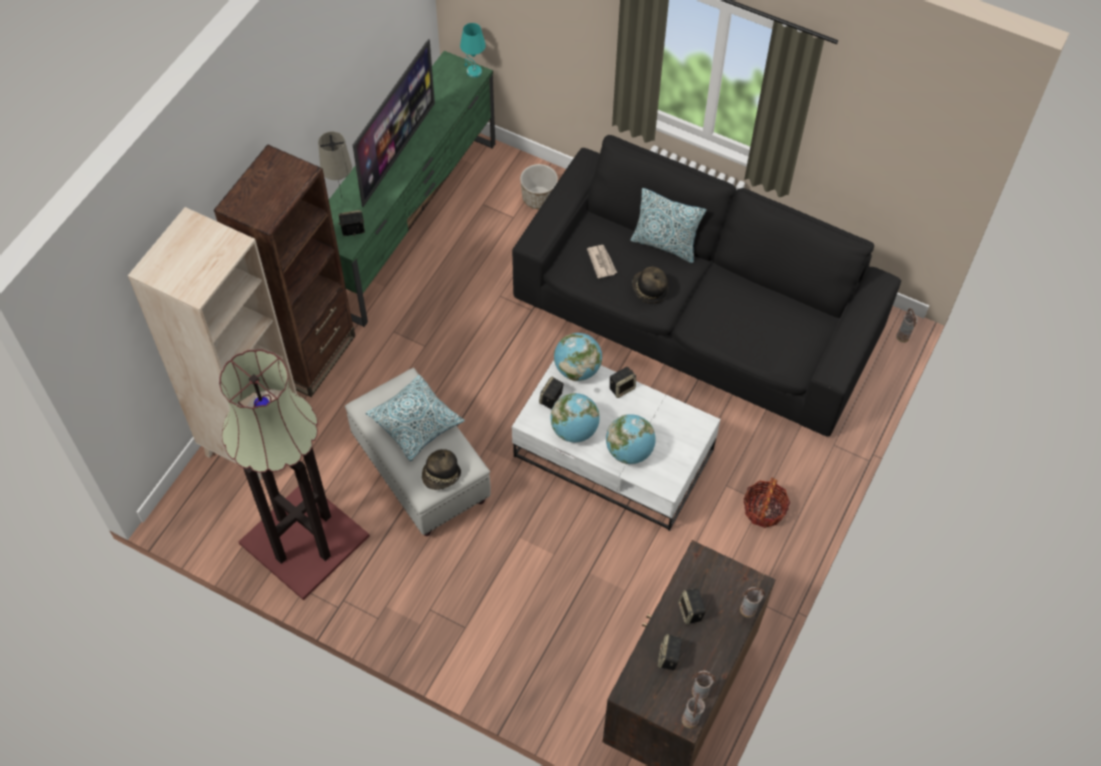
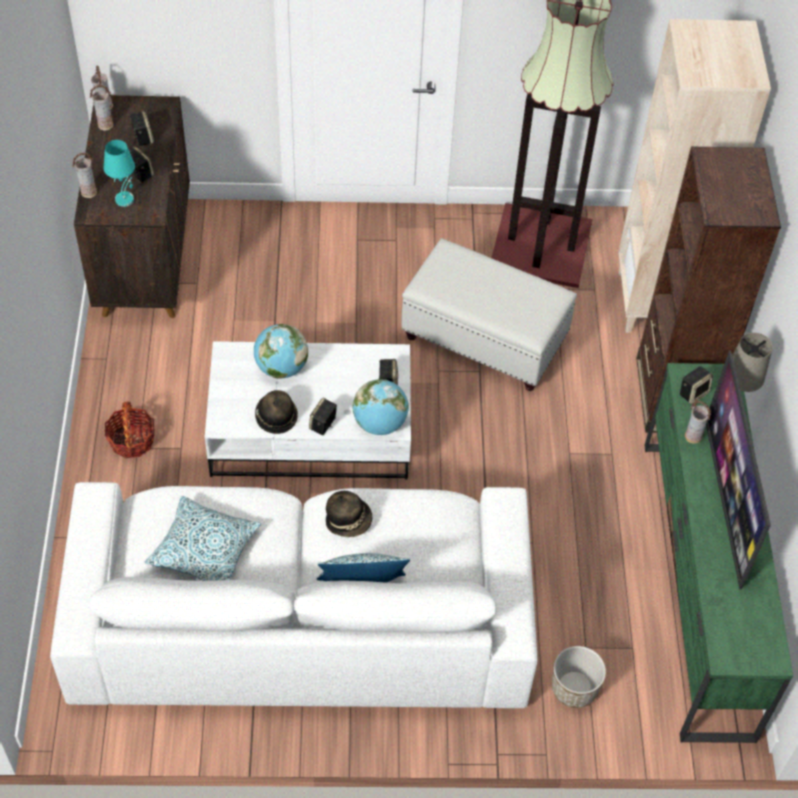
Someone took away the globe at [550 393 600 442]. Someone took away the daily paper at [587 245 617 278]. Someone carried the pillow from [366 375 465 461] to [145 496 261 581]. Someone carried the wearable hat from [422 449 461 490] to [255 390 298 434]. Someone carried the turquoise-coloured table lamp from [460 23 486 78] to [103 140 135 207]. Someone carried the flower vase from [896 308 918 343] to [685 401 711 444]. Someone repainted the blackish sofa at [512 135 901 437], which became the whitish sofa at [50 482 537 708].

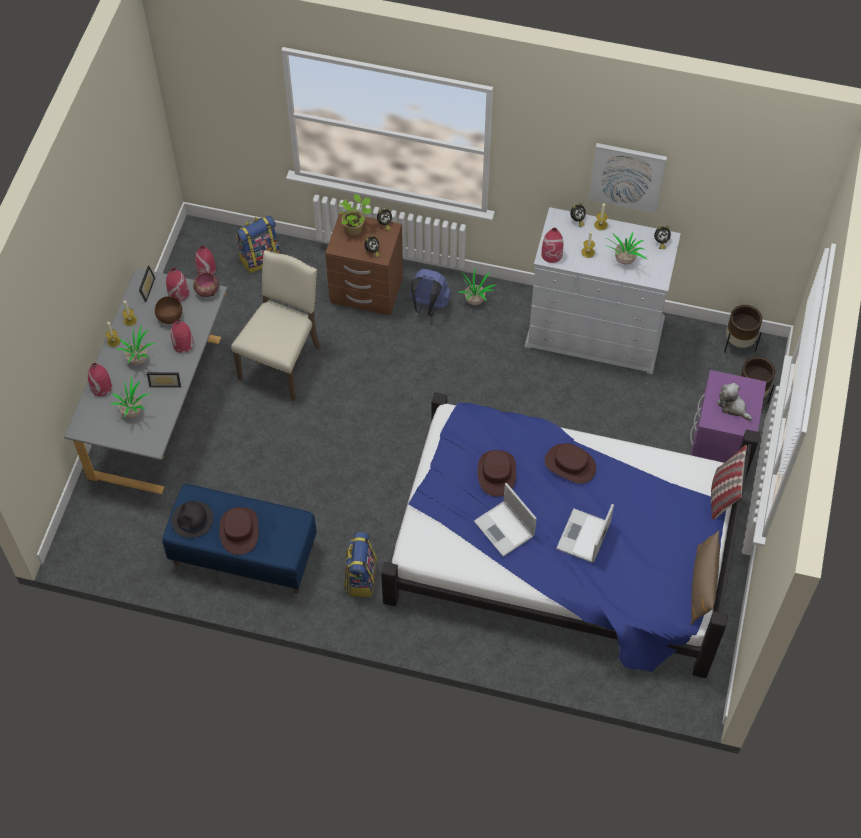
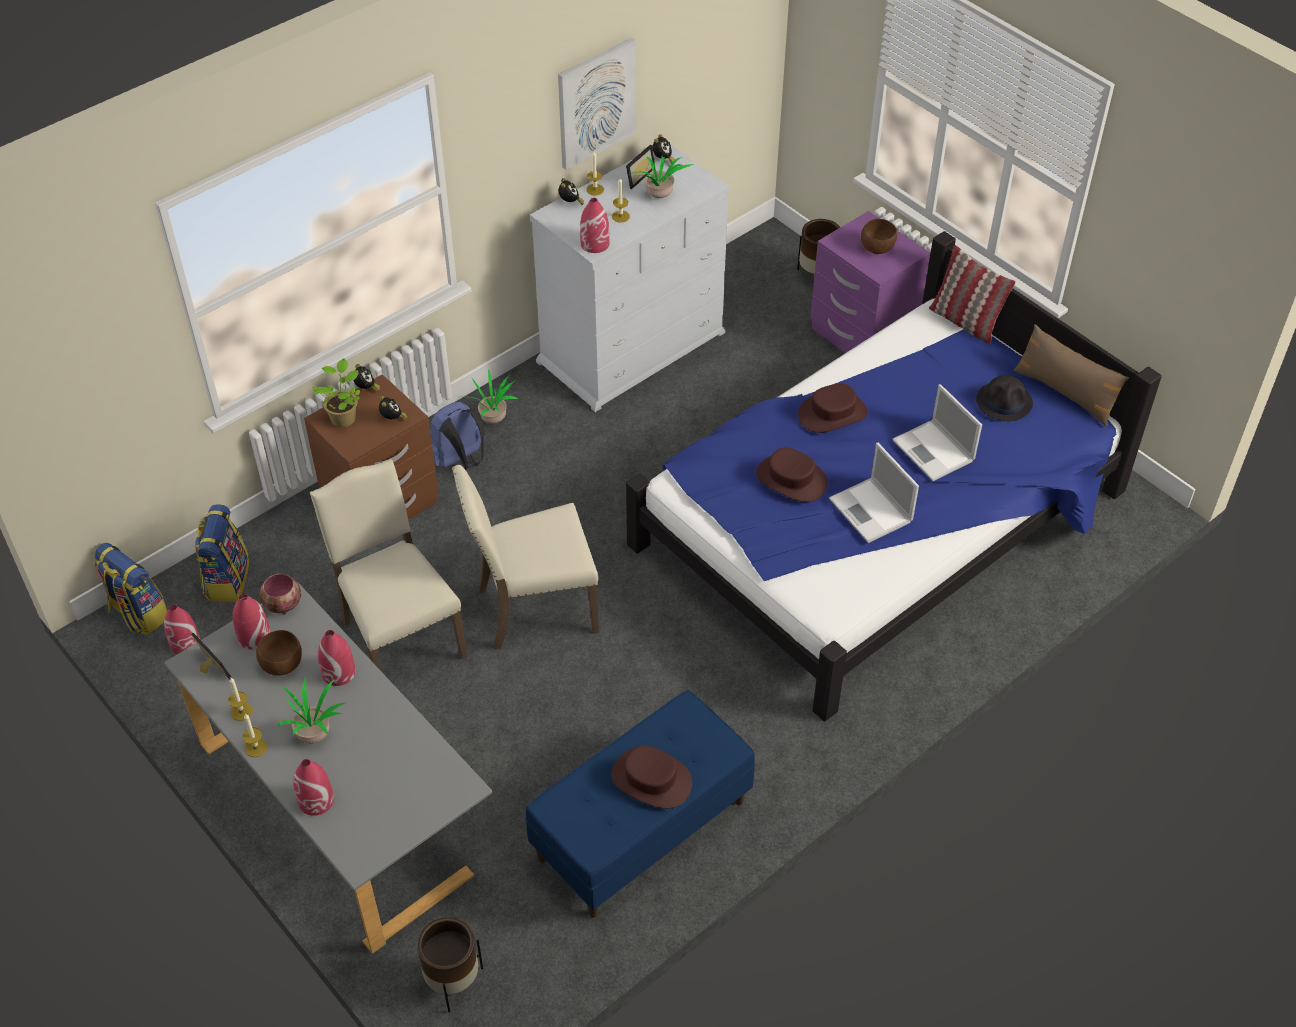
Someone took away the houseplant at [111 377 152 418]. Someone put down the beige-coloured chair at [452 465 599 650]. Someone carried the standing frame from [147 372 181 387] to [626 145 654 189]. Someone carried the blackish wearable hat from [171 501 214 538] to [976 375 1033 421]. Someone carried the backpack from [344 532 377 597] to [94 543 168 635]. Someone carried the brown plant pot from [724 305 762 353] to [417 917 483 1012]. Someone swapped the cuddly toy at [717 383 752 421] for the brown bowl at [861 219 897 254]. Someone rotated the notebook computer at [474 483 537 557] by 60 degrees clockwise.

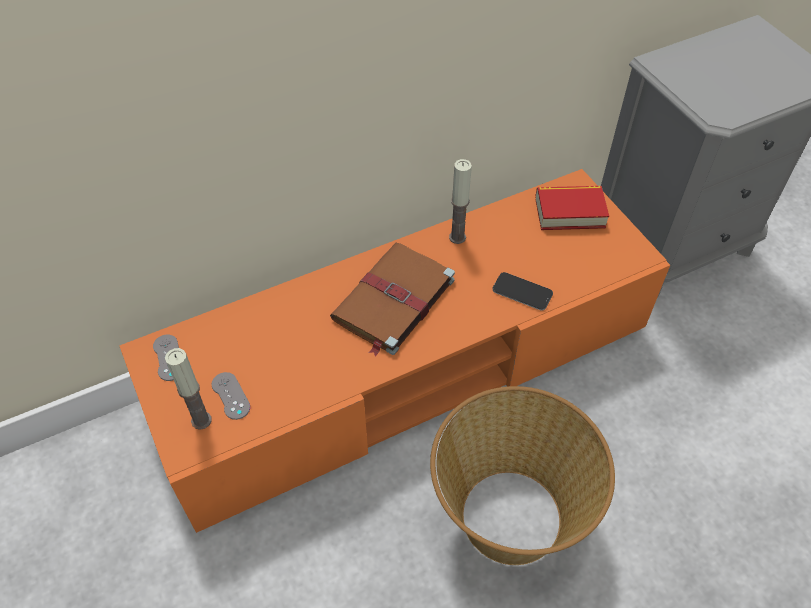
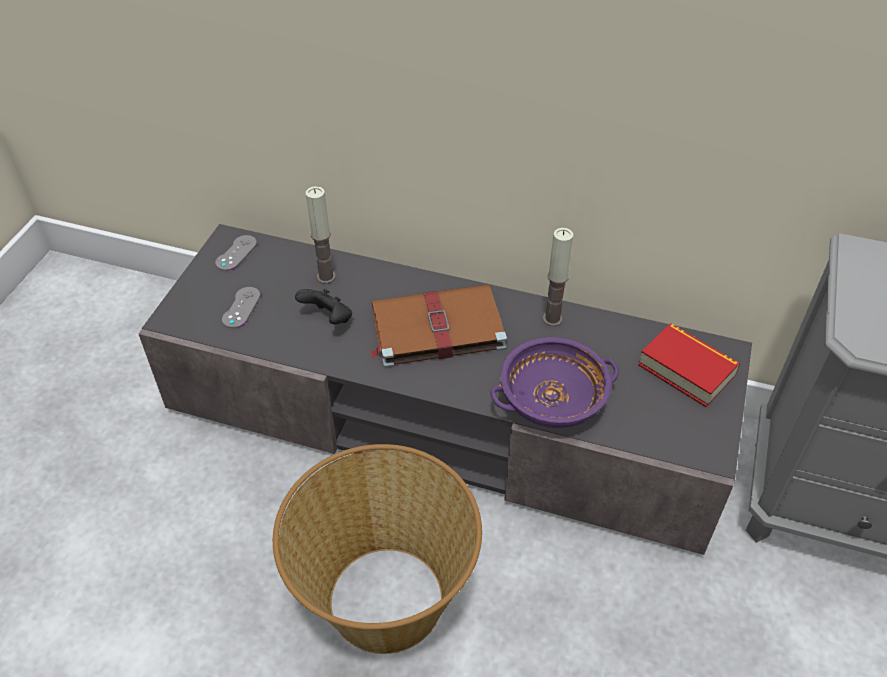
Someone put down the blackish game controller at [295 289 352 324]. Someone carried the wax light from [165 348 211 430] to [306 186 336 284]. Someone swapped the phone at [492 272 553 310] for the purple bowl at [491 337 619 428]. Someone repainted the orange tv stand at [120 169 670 533], which became the grey tv stand at [139 224 752 555].

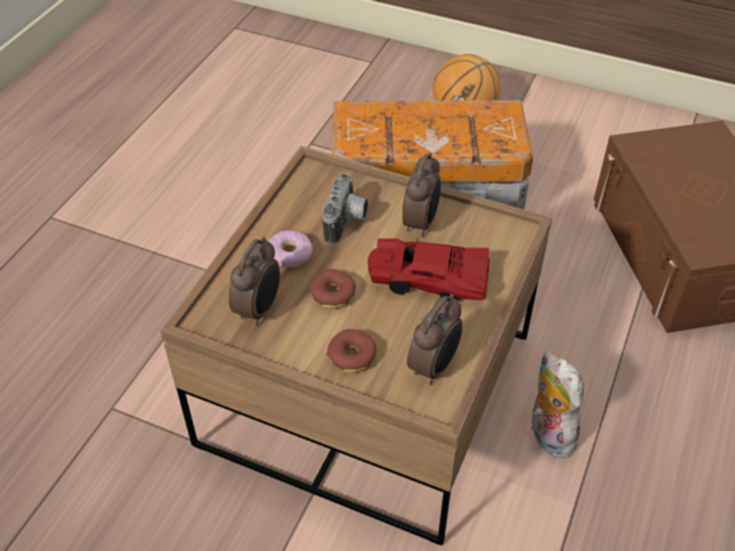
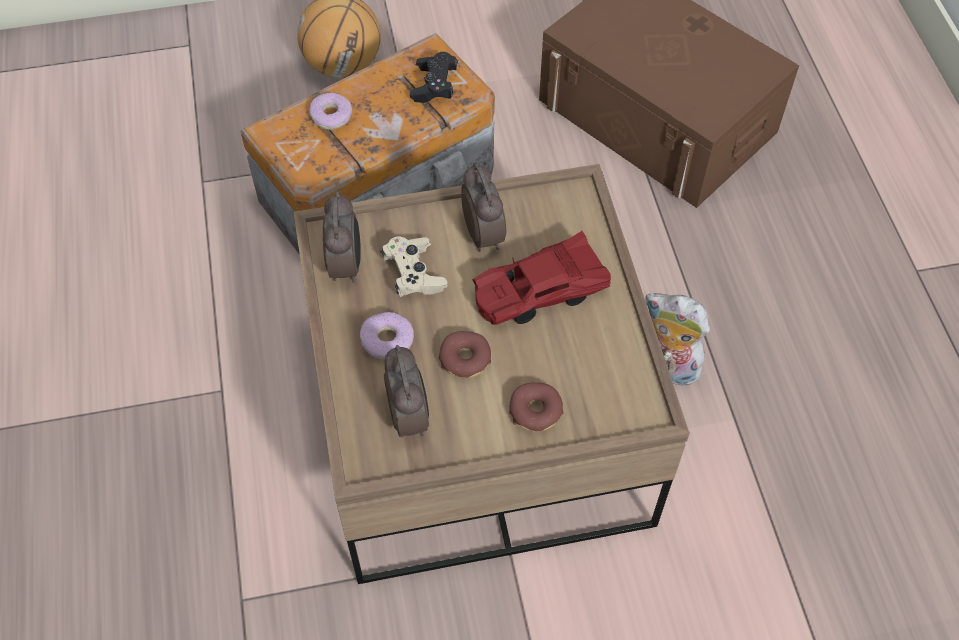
Someone put down the donut at [309 93 352 130]. Someone put down the blackish game controller at [410 52 458 103]. Someone carried the table clock from [407 294 462 385] to [323 191 361 283]. Someone swapped the photo camera at [322 174 368 245] for the beige-coloured game controller at [380 236 448 297].

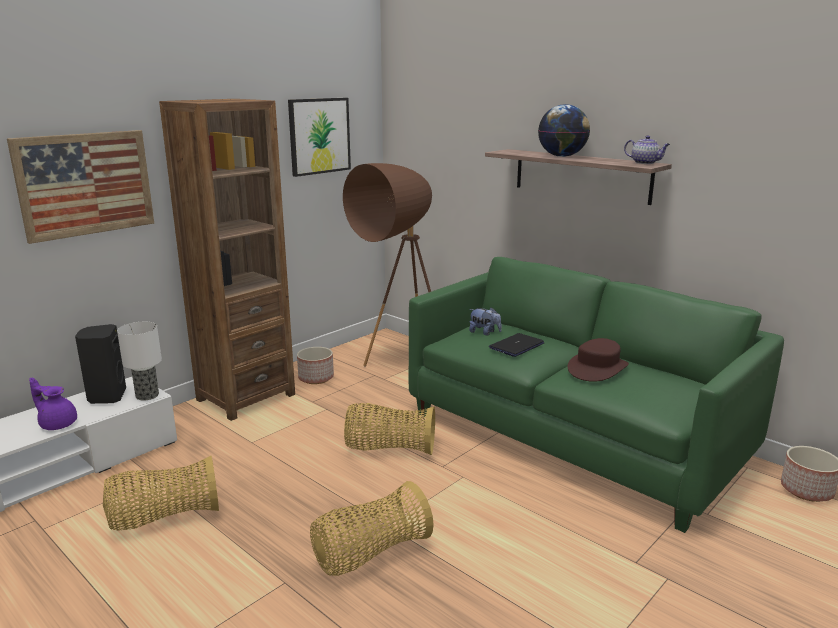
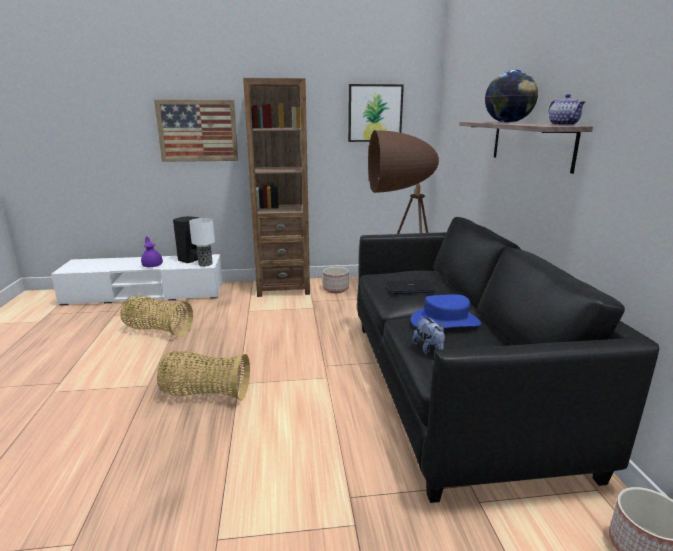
Someone took away the storage basket at [344 403 435 455]. Someone carried the cuddly toy from [469 307 502 335] to [412 316 445 355]. Someone repainted the green sofa at [409 257 784 533], which became the blackish sofa at [357 217 659 503]. Someone repainted the brown wearable hat at [567 338 629 382], which became the bluish wearable hat at [411 294 481 329].

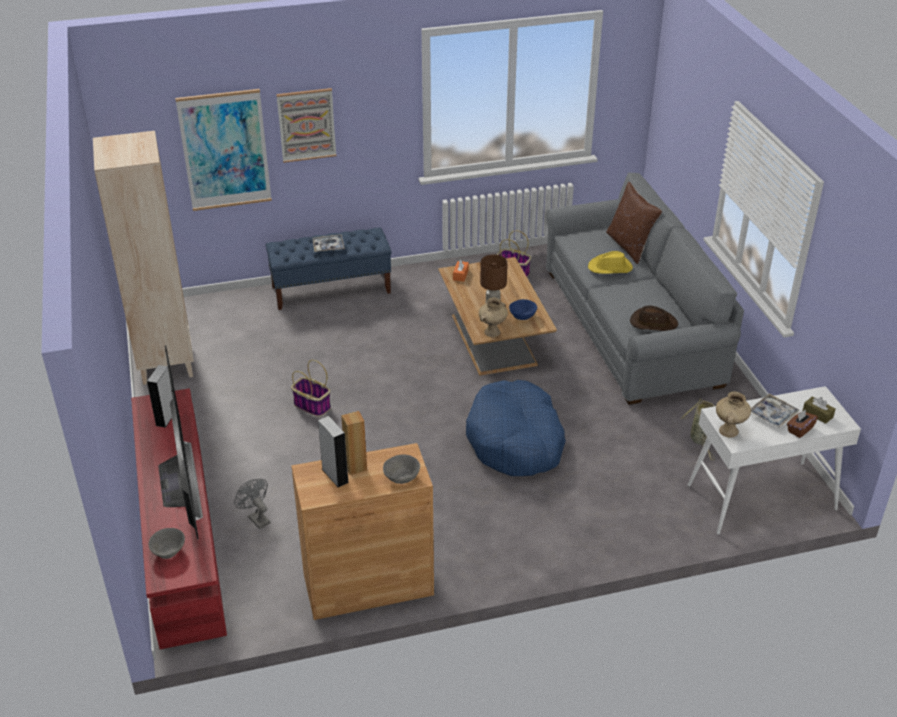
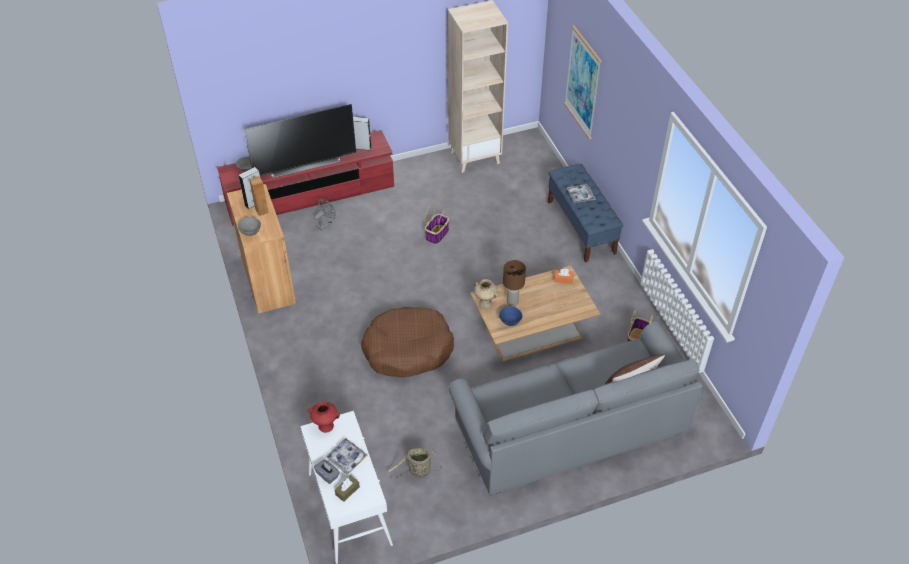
Someone took away the wall art at [276 88 336 163]. Someone took away the yellowish wearable hat at [588 251 633 274]. Someone took away the brown wearable hat at [630 305 678 331]. Someone repainted the bluish dog cushion at [466 380 566 476], which became the brown dog cushion at [361 307 454 377]. Someone repainted the beige-coloured flower vase at [716 392 751 438], which became the red flower vase at [308 401 340 433]. Someone repainted the brown tissue box at [787 409 818 438], which became the grey tissue box at [314 460 340 484].

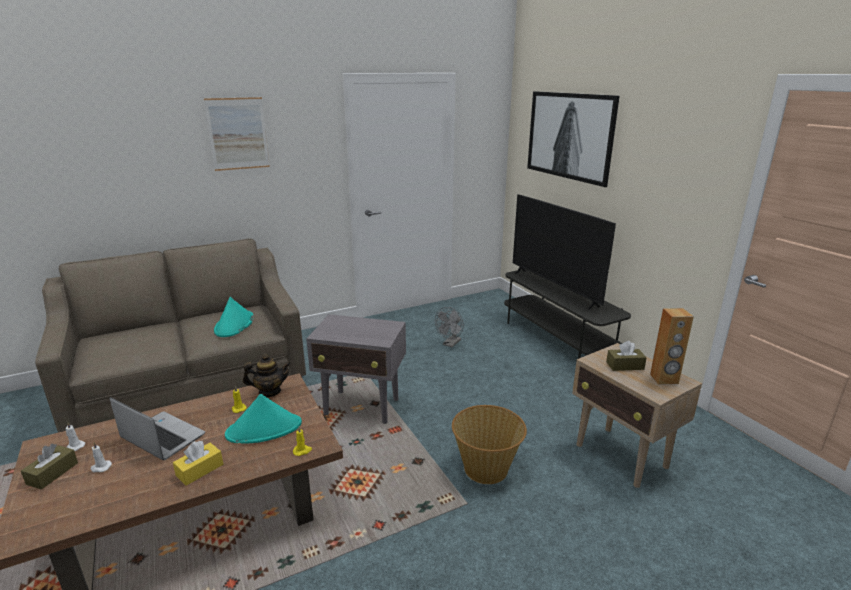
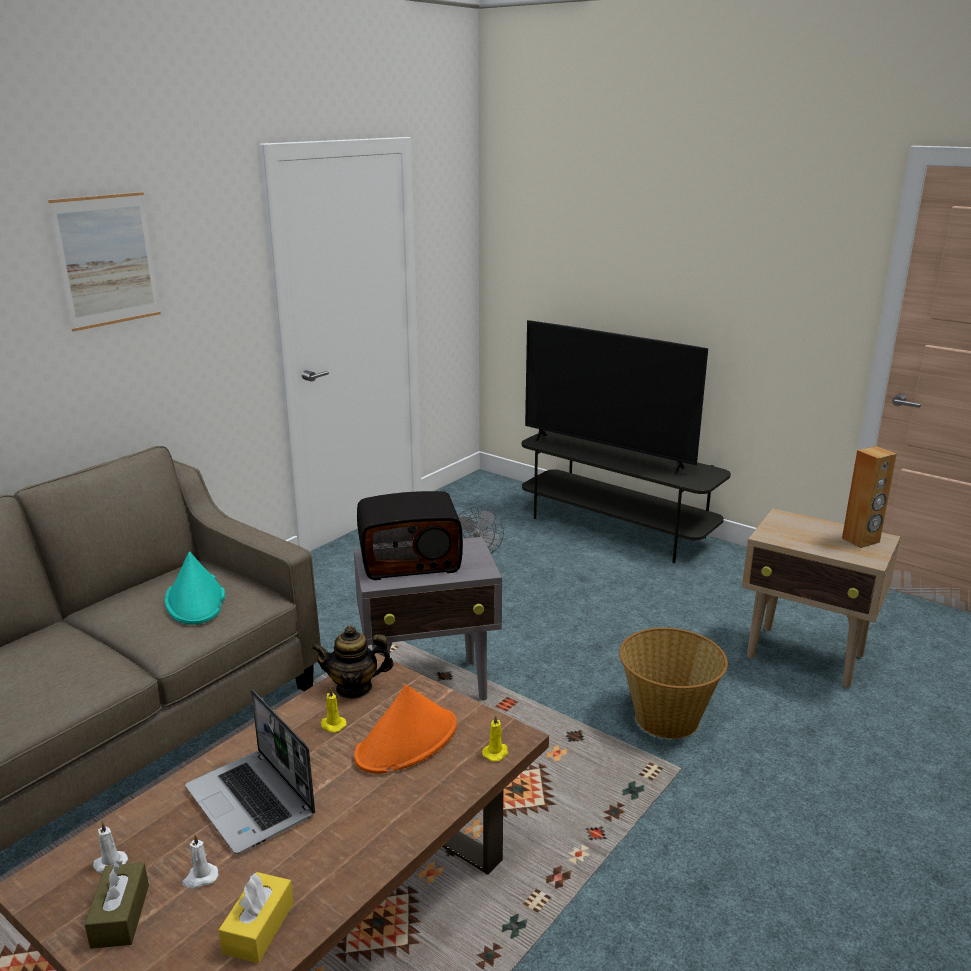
Someone took away the wall art at [527 91 620 187]. Someone took away the brown tissue box at [606 341 647 371]. Someone put down the radio set at [357 491 463 580]. Someone carried the yellowish tissue box from [173 441 223 486] to [219 872 294 963]. Someone repainted the turquoise-coloured wearable hat at [225 394 302 444], which became the orange wearable hat at [354 685 457 774]. Someone rotated the notebook computer at [109 397 205 460] by 135 degrees counterclockwise. Someone rotated the tea pot at [243 354 291 397] by 150 degrees counterclockwise.

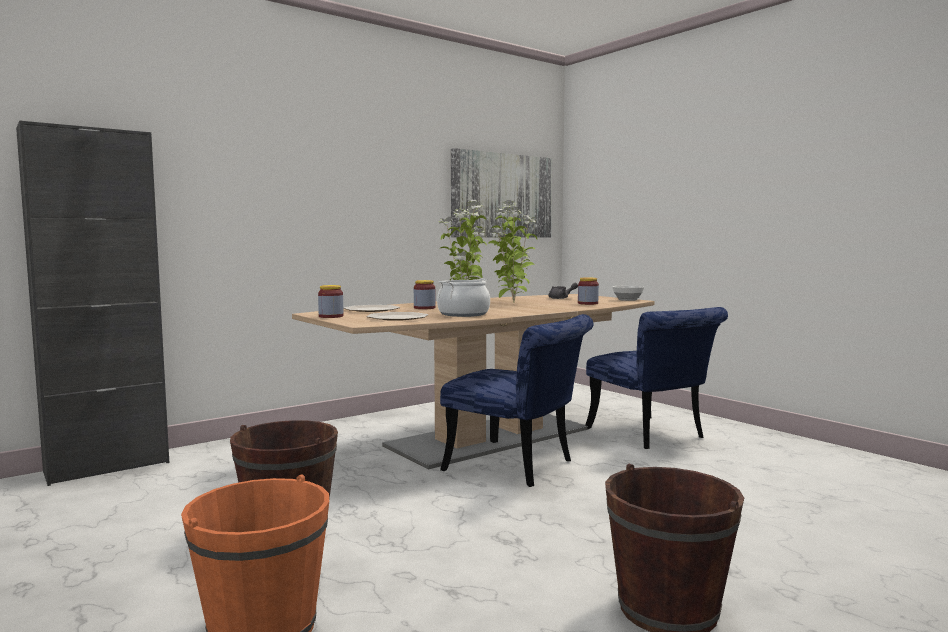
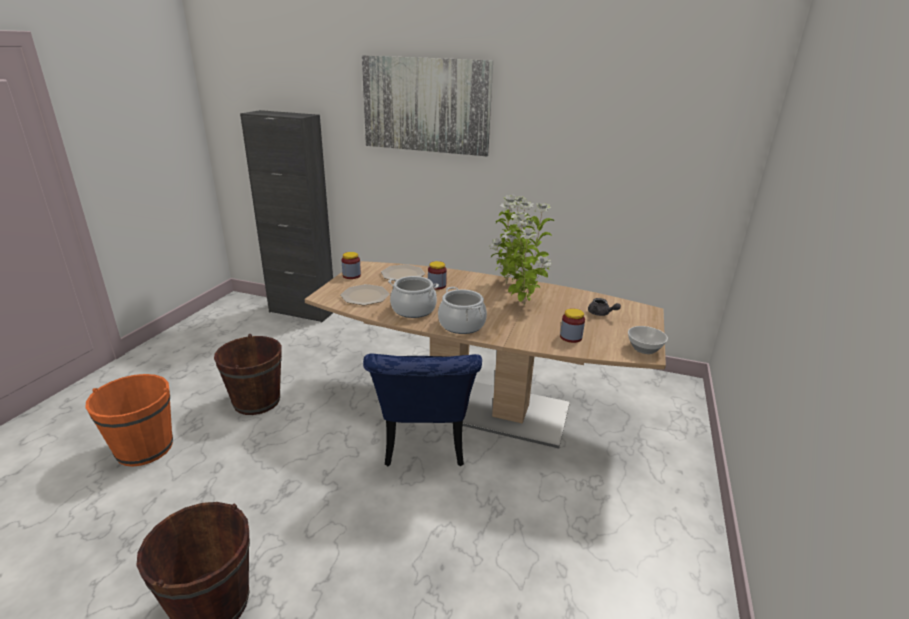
Someone took away the bluish chair at [585 307 728 449]. Someone put down the cooking pot at [438 287 487 334]. Someone carried the wall art from [451 148 552 238] to [362 55 493 156].

